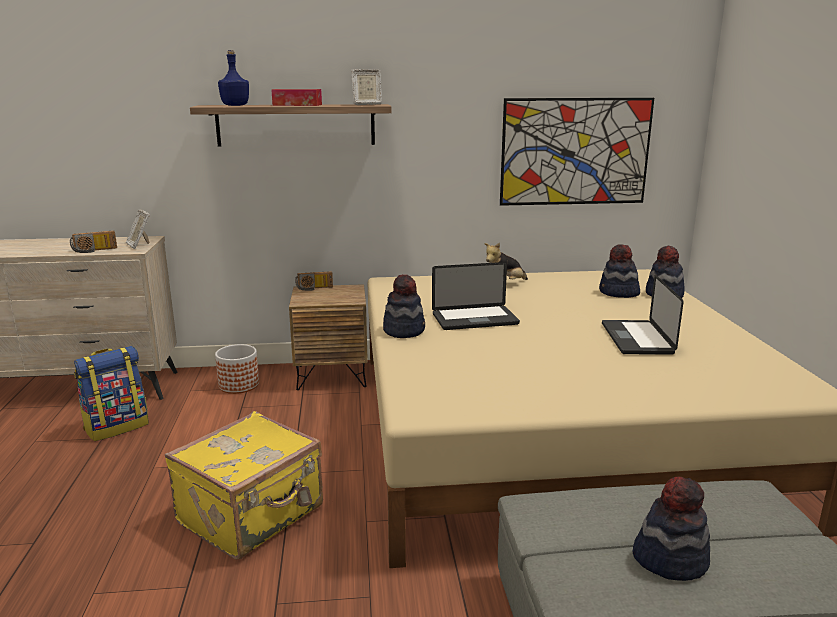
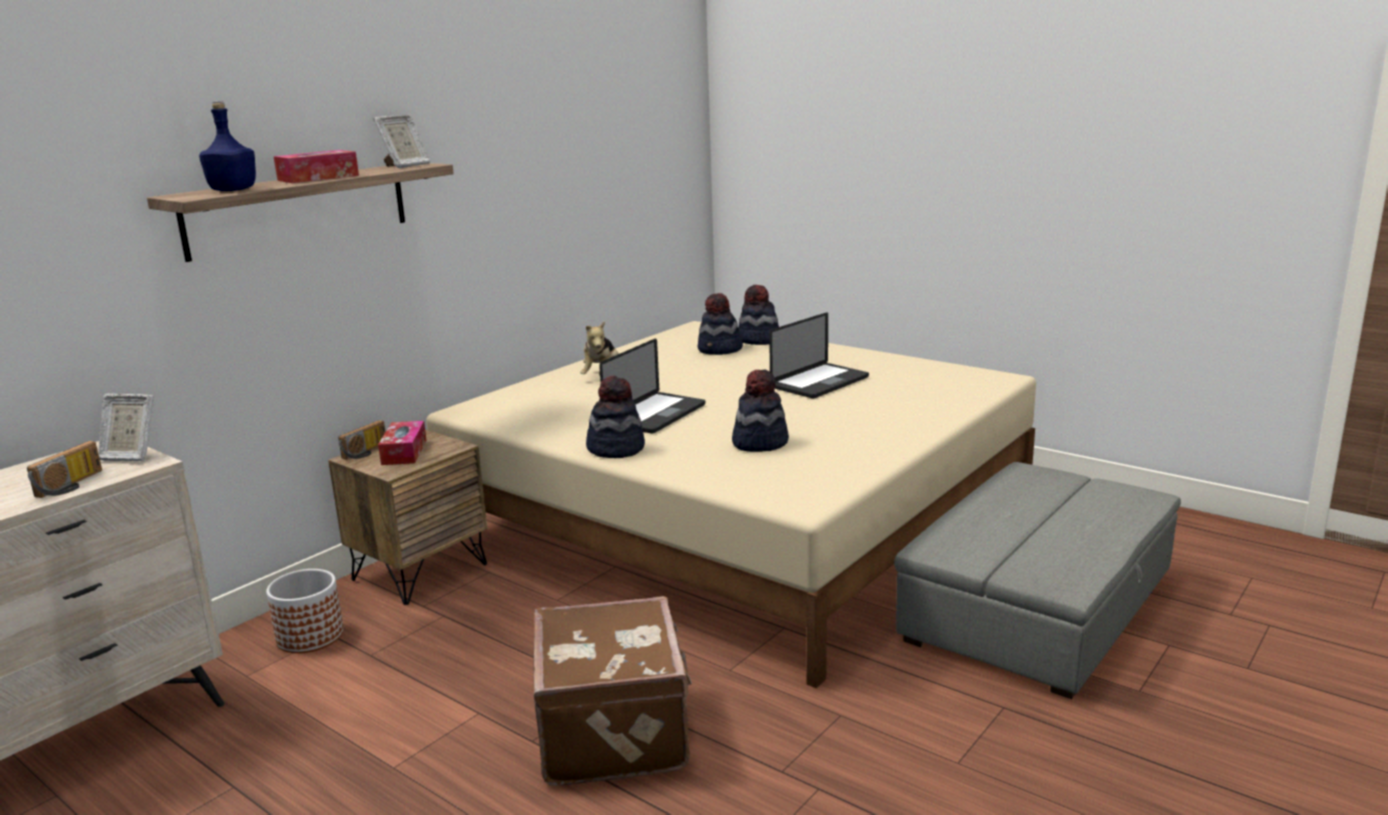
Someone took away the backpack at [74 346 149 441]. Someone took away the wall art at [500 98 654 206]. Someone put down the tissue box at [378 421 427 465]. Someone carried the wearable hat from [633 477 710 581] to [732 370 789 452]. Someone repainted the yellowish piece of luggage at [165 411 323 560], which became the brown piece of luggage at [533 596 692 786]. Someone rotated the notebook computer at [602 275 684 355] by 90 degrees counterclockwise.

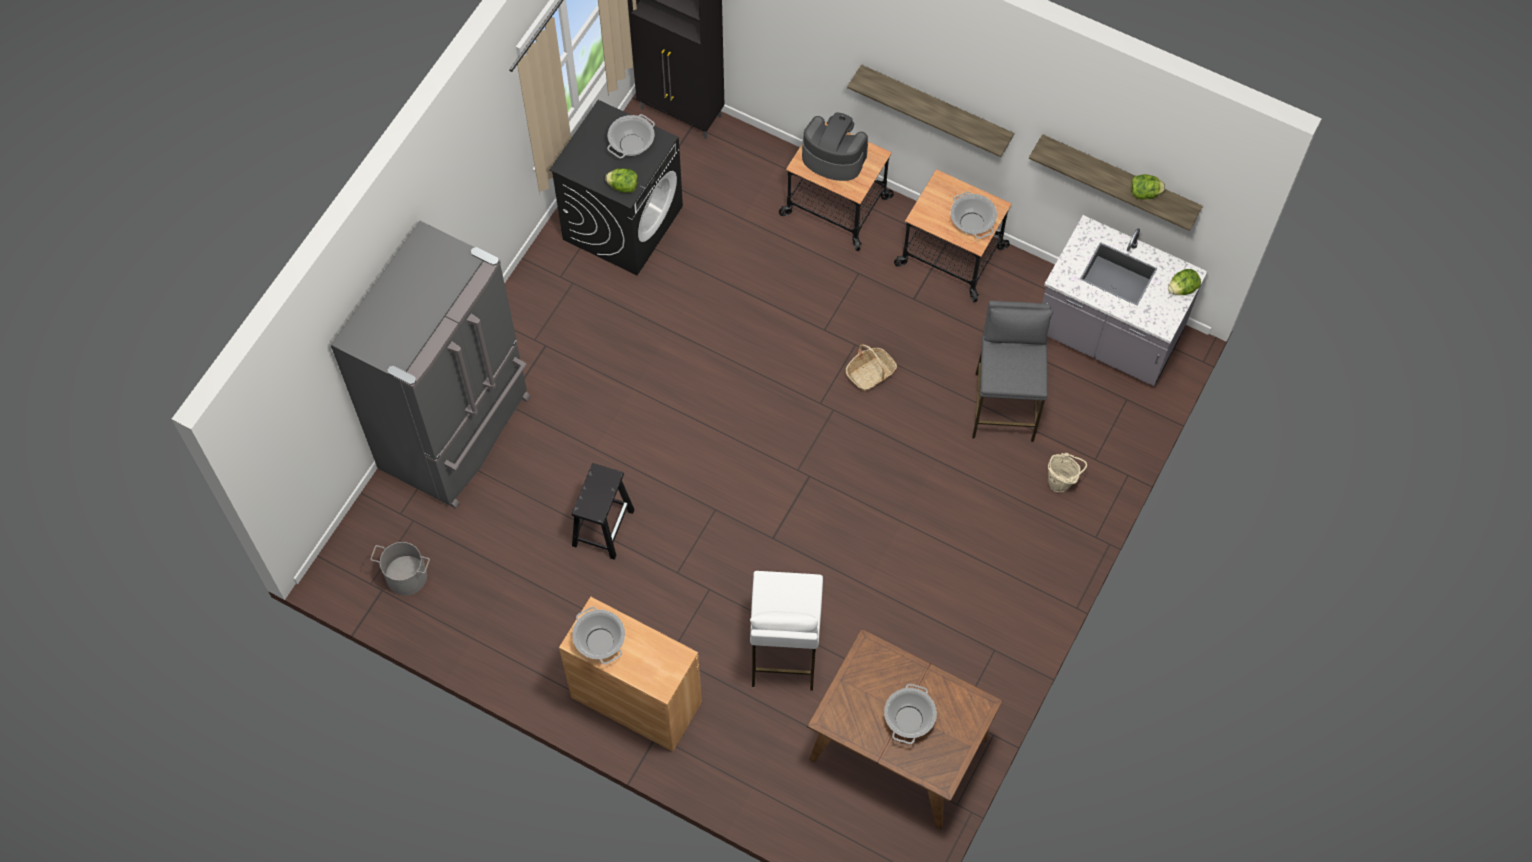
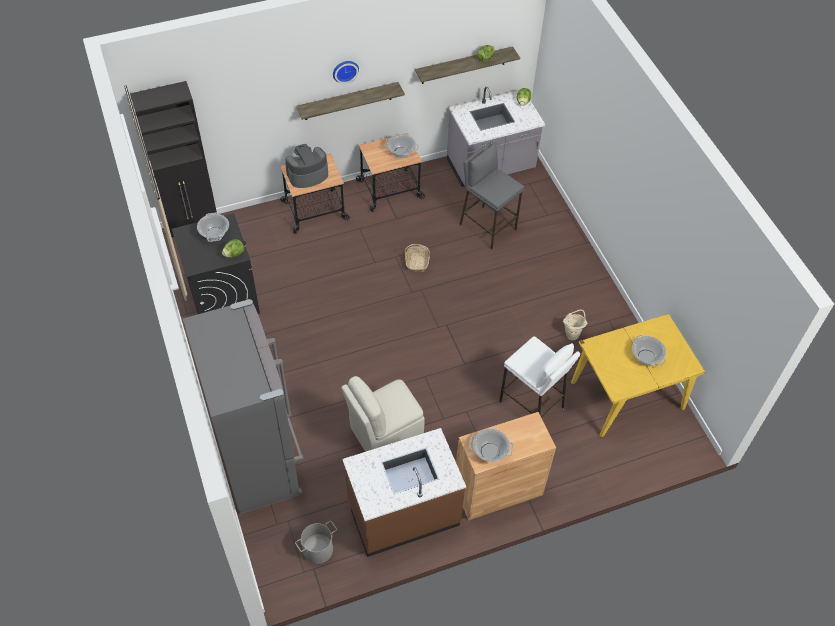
Someone put up the wall clock at [333 61 359 84]. Someone put down the brown kitchen base unit at [342 428 466 557]. Someone carried the beige-coloured bucket from [1048 453 1087 493] to [563 310 587 340]. Someone swapped the blackish stool at [572 463 635 560] for the beige-coloured chair at [341 376 424 452]. Someone repainted the brown dining table at [807 629 1003 828], which became the yellowish dining table at [571 314 705 437].

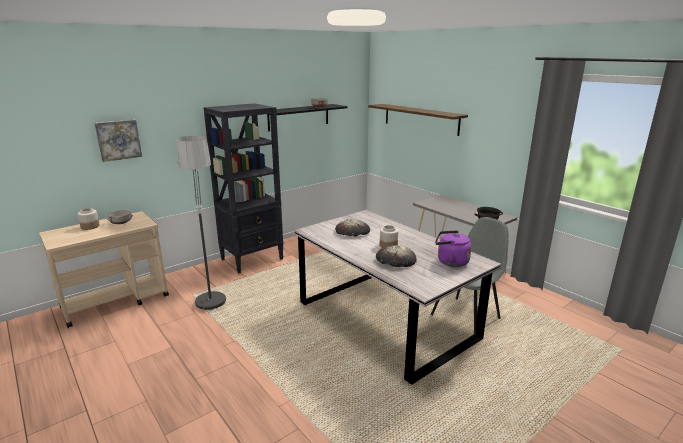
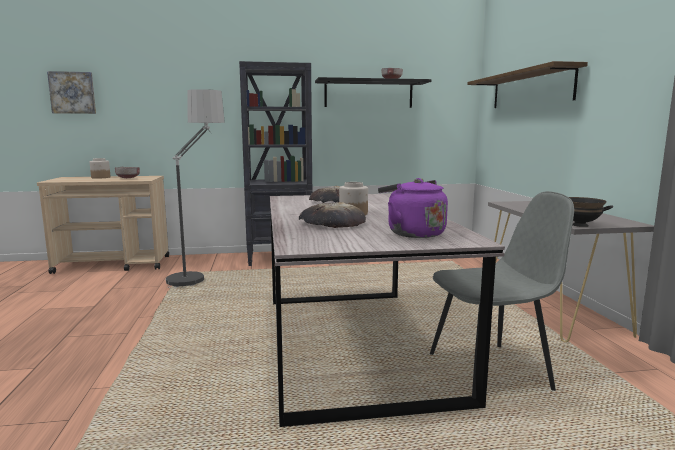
Someone carried the wall art from [94 119 142 162] to [47 71 96 114].

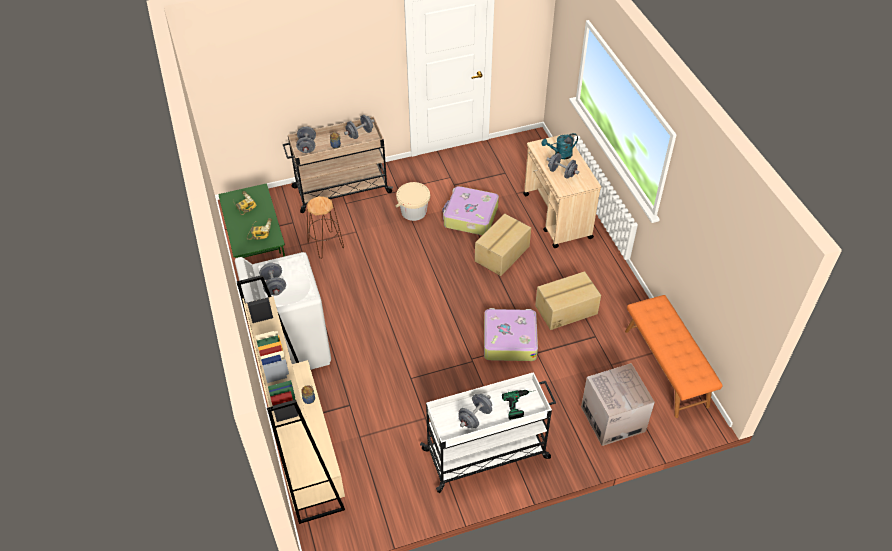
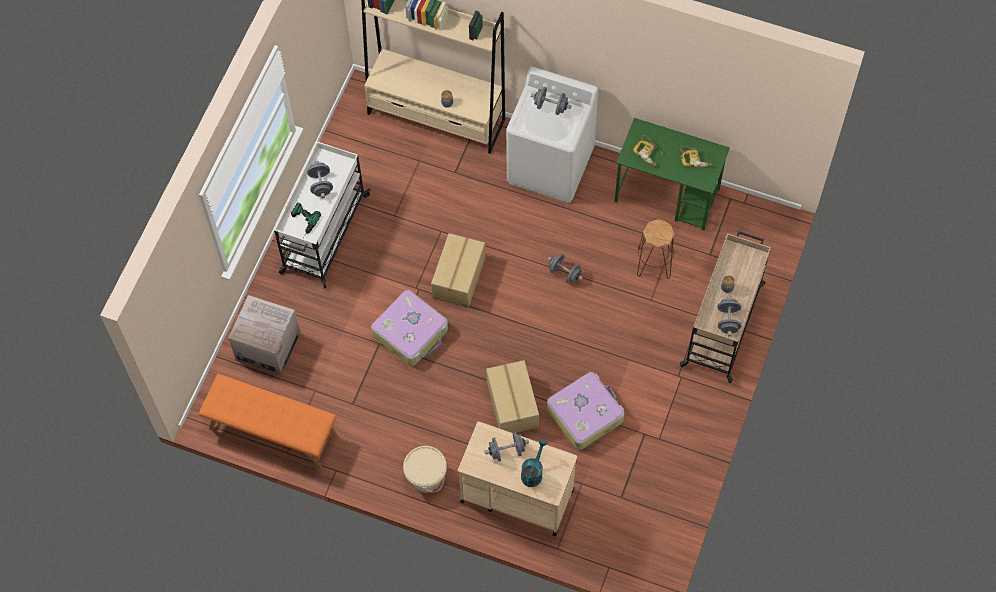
Someone carried the grey hand weight from [296 127 316 153] to [547 254 583 284]. Someone carried the beige-coloured bucket from [396 182 430 221] to [403 446 447 493]. Someone carried the cardboard box from [535 271 601 330] to [431 233 486 308].

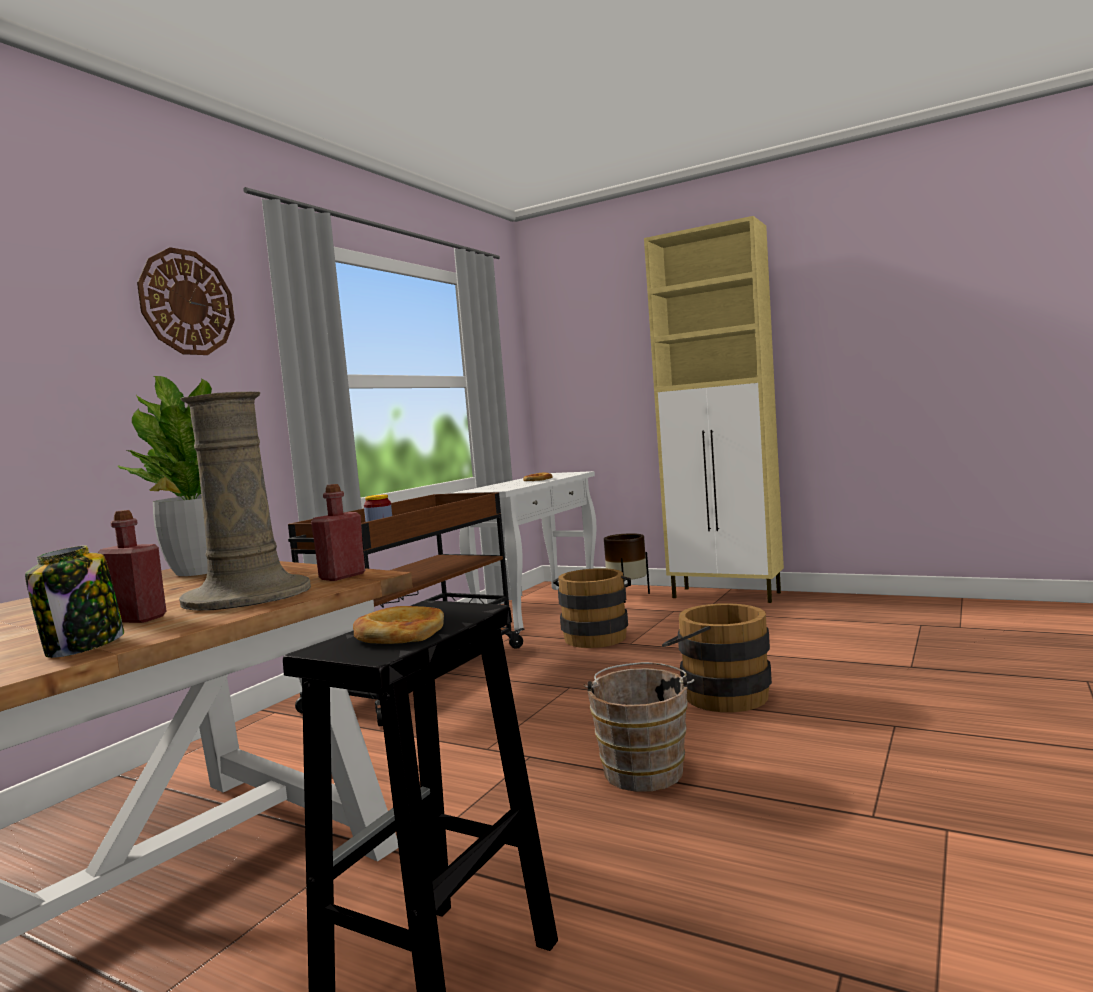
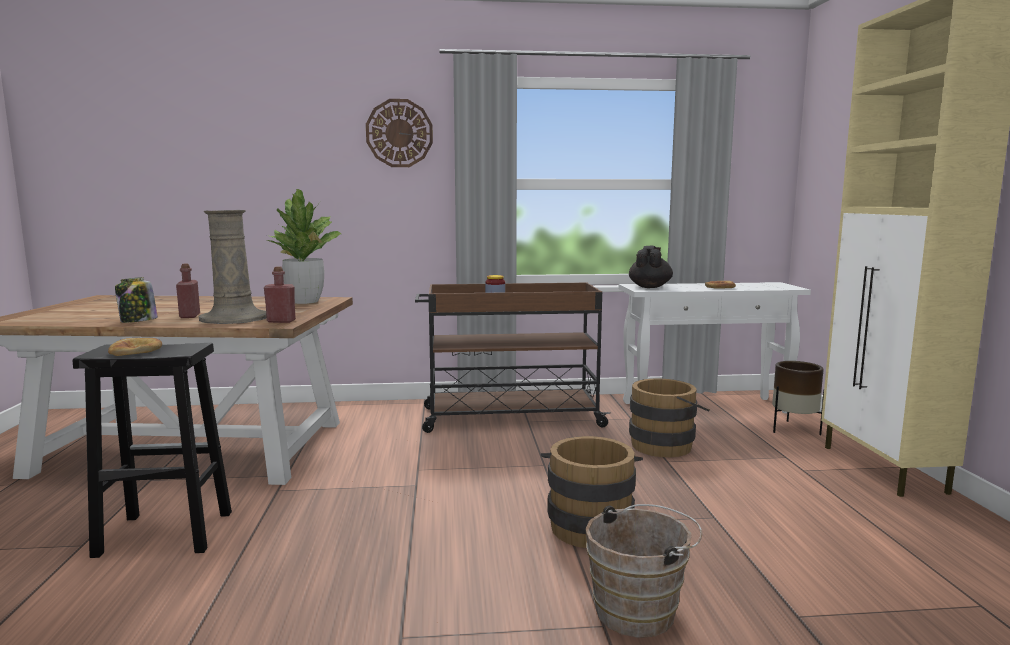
Someone put down the blackish tea pot at [629 246 673 288]. Someone carried the brown bucket from [584 662 694 792] to [585 504 702 638].

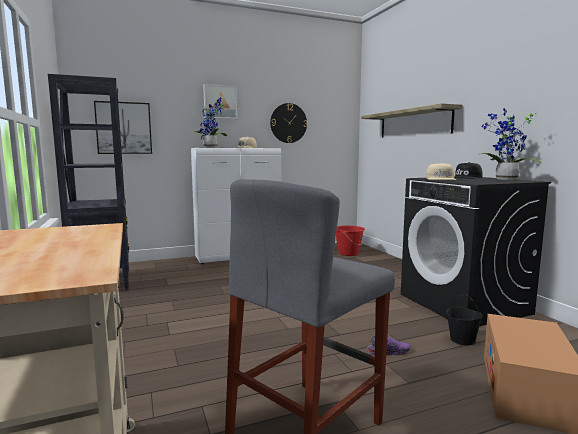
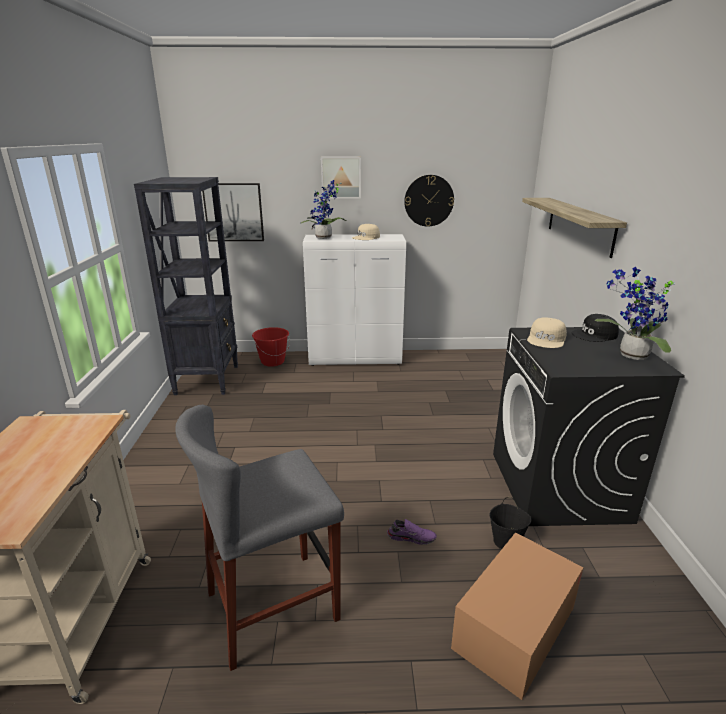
Someone carried the red bucket from [336 226 365 256] to [252 327 290 367].

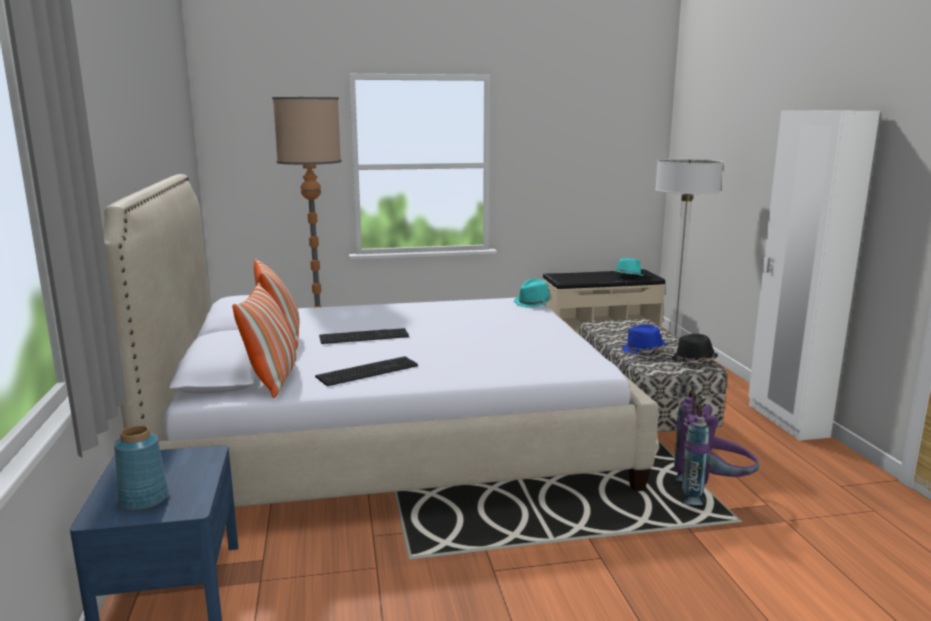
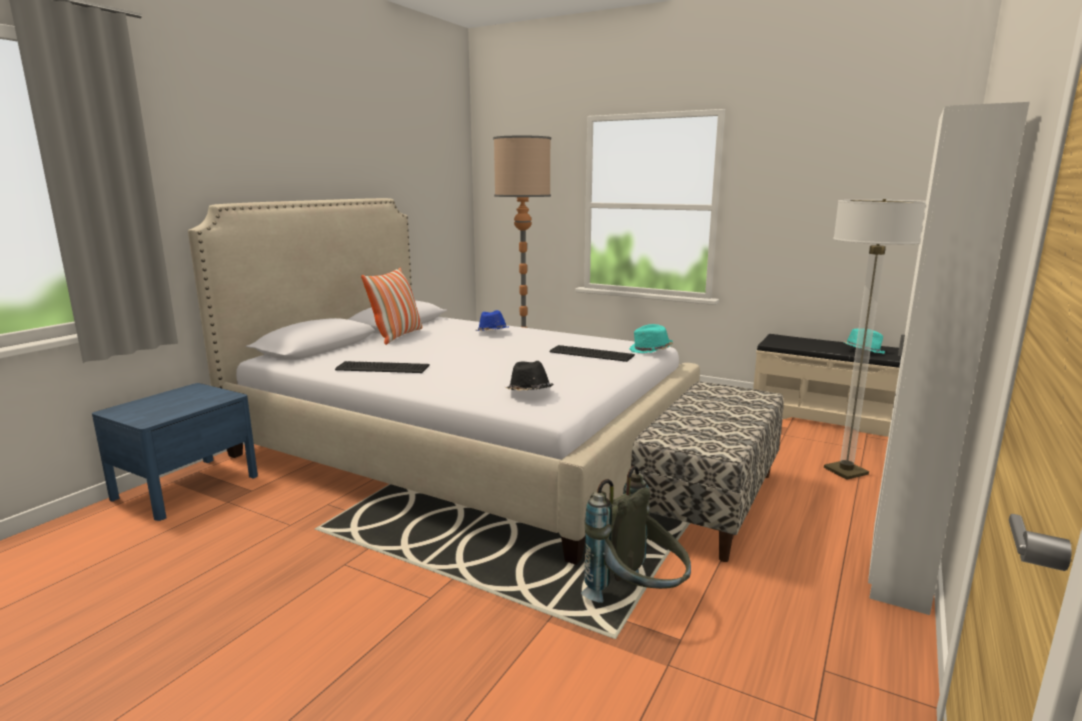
Someone took away the bluish flower vase at [114 425 169 510]. Someone took away the pillow at [232 283 296 398]. Someone carried the PC keyboard from [319 328 409 344] to [549 345 635 362]. Someone carried the bluish wearable hat from [622 324 667 354] to [476 310 509 331]. Someone carried the blackish wearable hat from [671 334 718 363] to [505 361 554 391]. Someone repainted the purple backpack at [674 391 760 505], which became the grey backpack at [581 466 691 603].

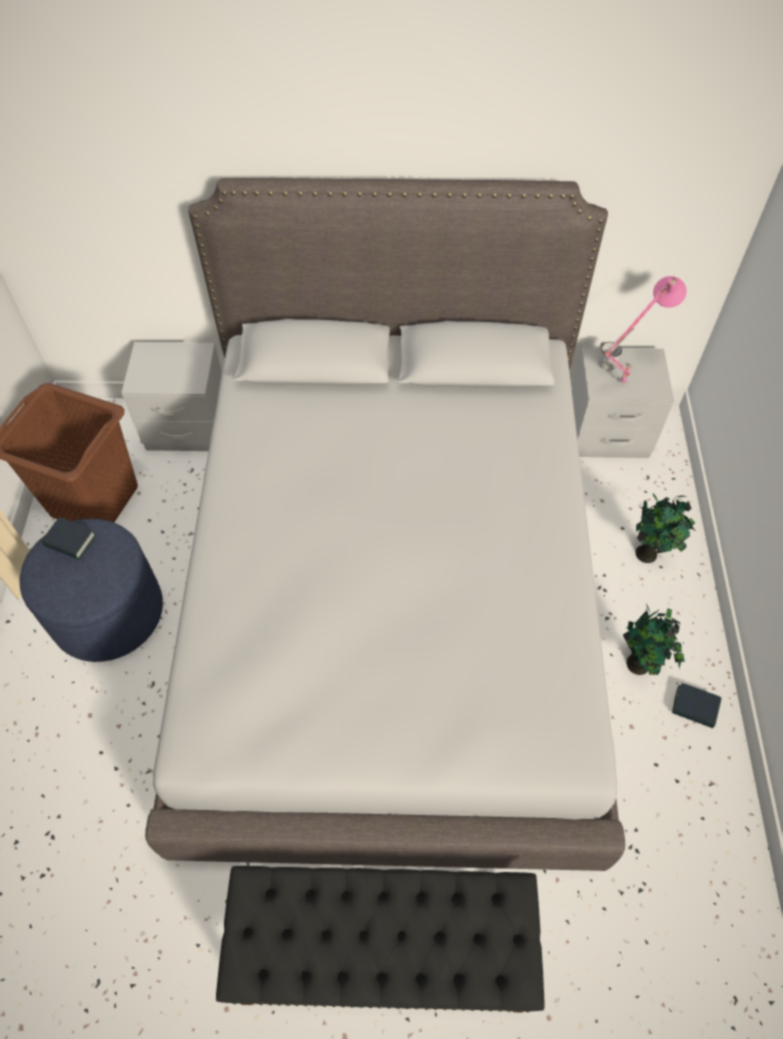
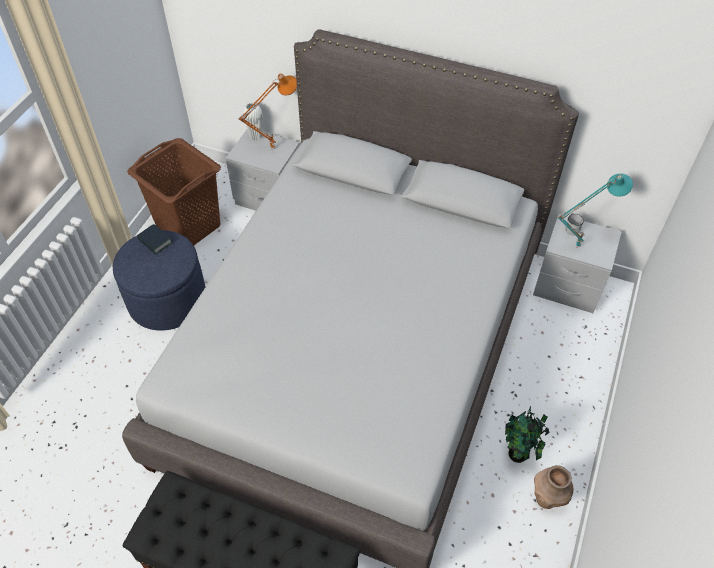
Someone took away the houseplant at [635 493 696 563]. Someone put down the orange table lamp at [238 73 297 149]. Someone put down the whitish flower vase at [243 103 262 141]. Someone swapped the book at [672 683 722 728] for the brown flower vase at [534 465 573 509]. Someone repainted the pink-coloured table lamp at [604 276 687 385], which became the turquoise-coloured table lamp at [558 173 633 248].

